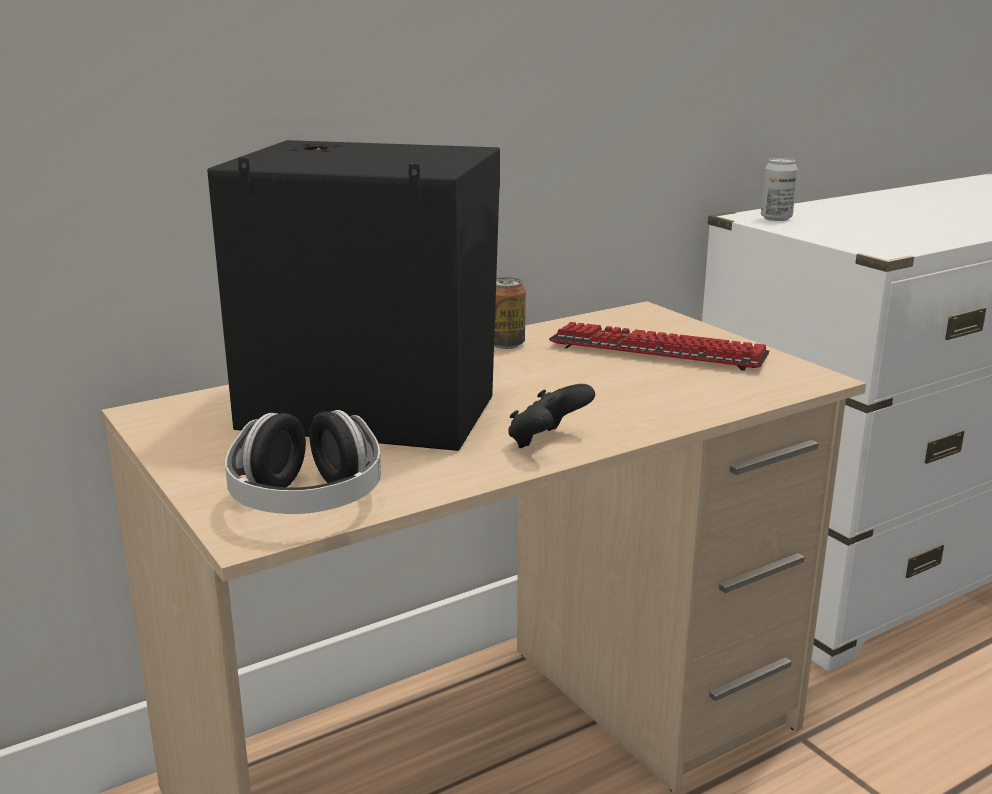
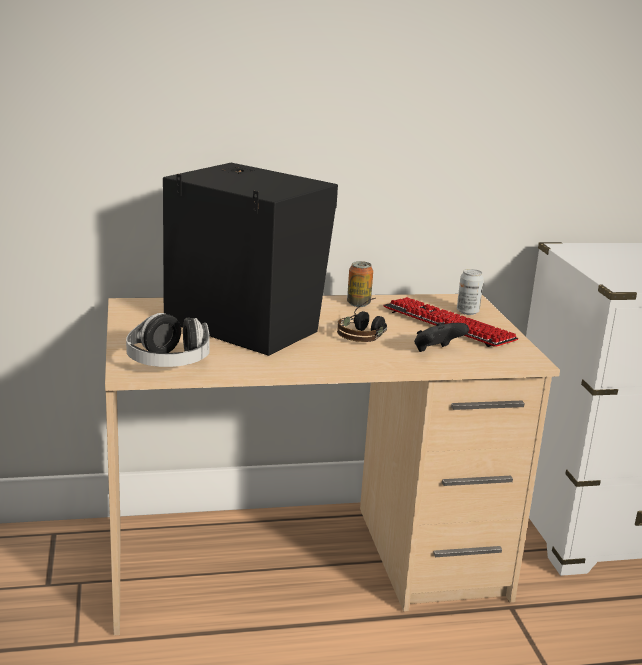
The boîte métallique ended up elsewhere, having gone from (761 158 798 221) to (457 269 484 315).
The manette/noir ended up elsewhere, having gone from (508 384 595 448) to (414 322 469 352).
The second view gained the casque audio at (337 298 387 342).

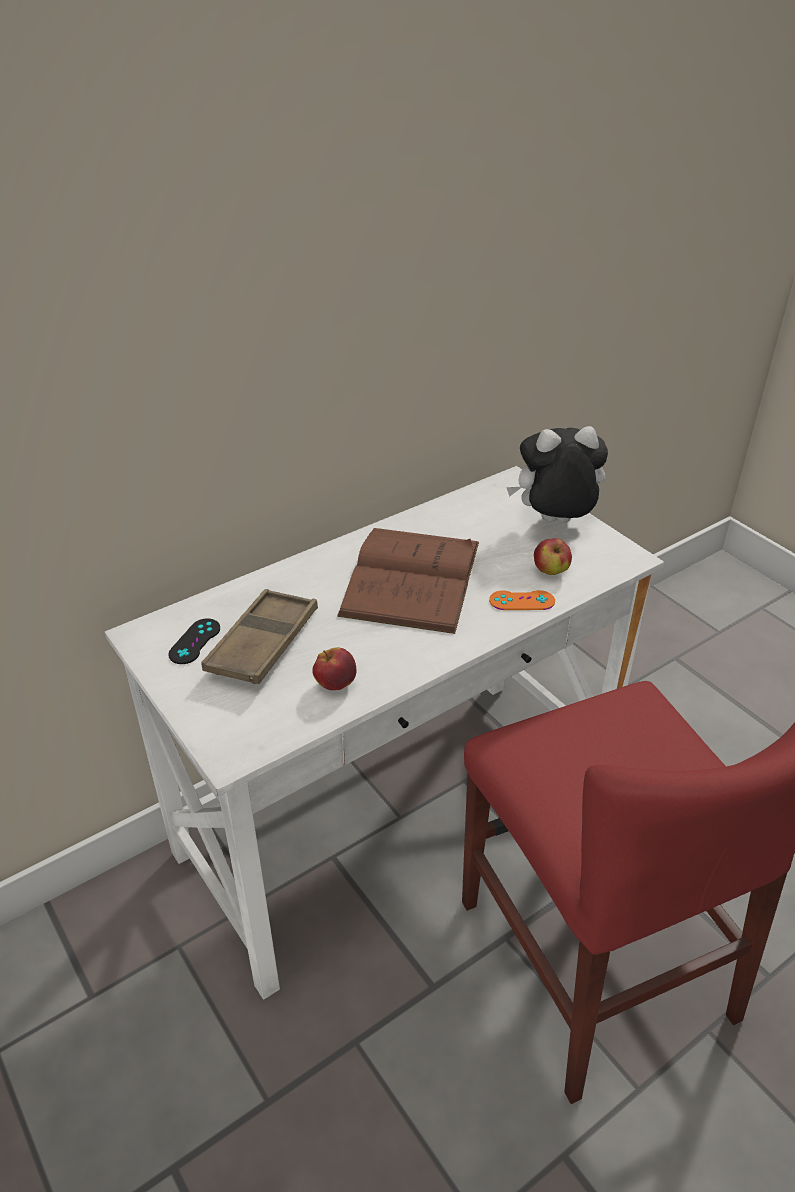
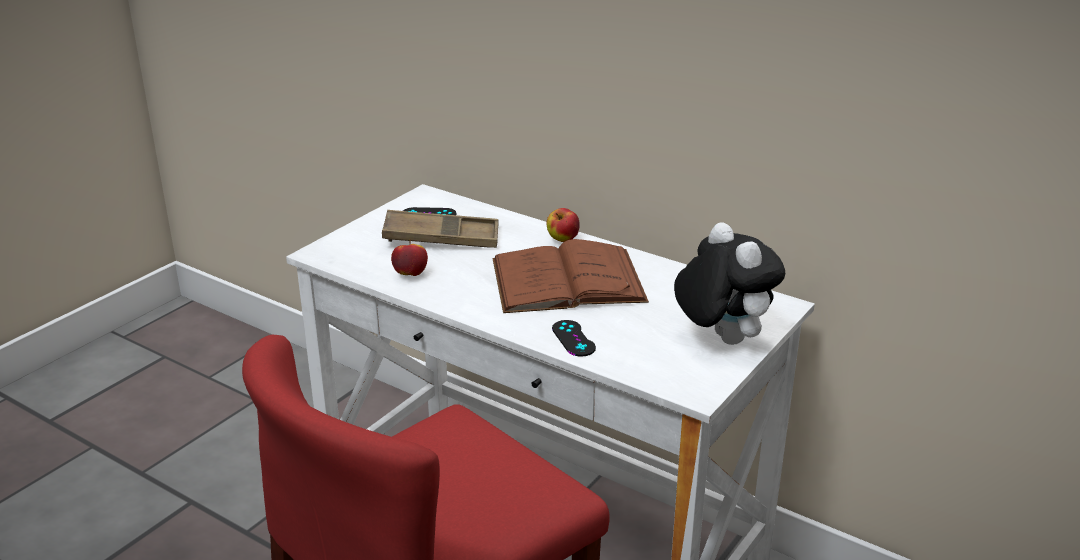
The pomme ended up elsewhere, having gone from (534 538 572 575) to (547 208 580 242).
What was the manette/orange at (489 590 555 610) turned into the manette/noir at (552 320 596 356).

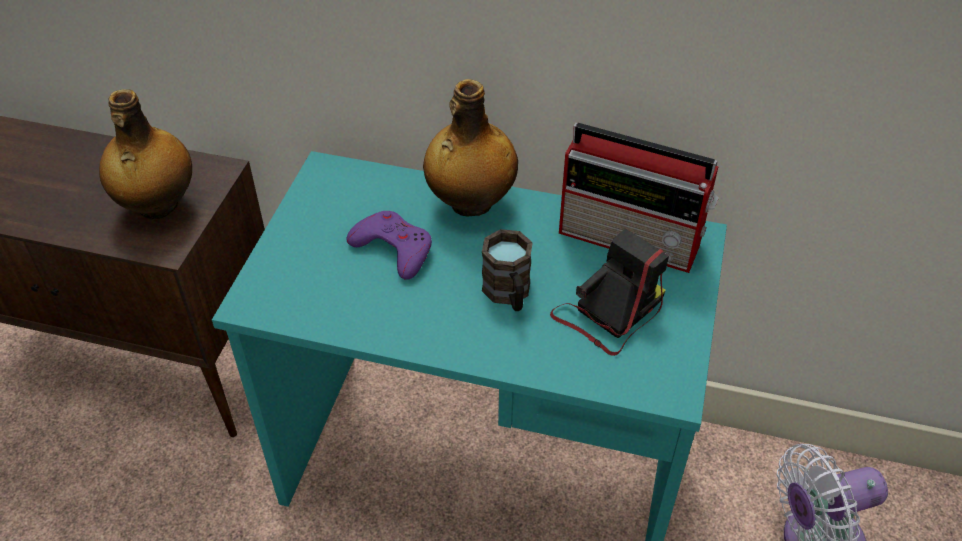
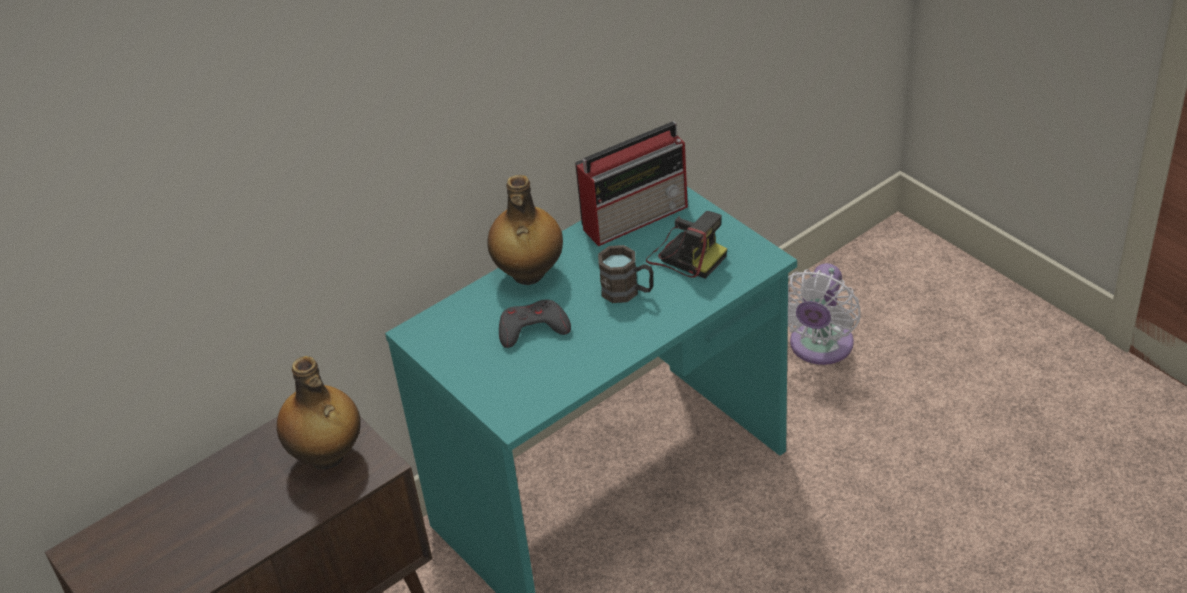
What was the manette/violet at (347 211 432 280) turned into the manette/gris at (499 300 571 348).
The appareil photo at (550 228 669 356) ended up facing another way, 135 degrees clockwise from before.

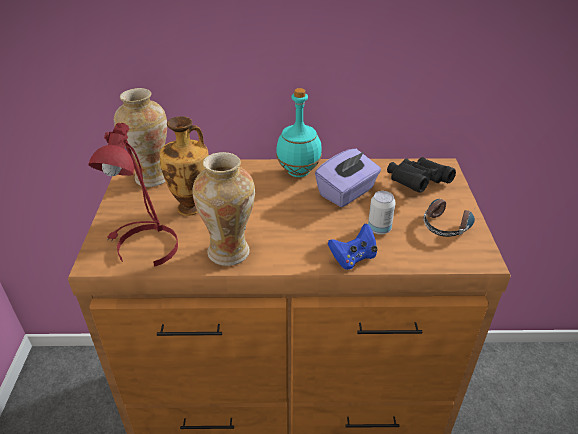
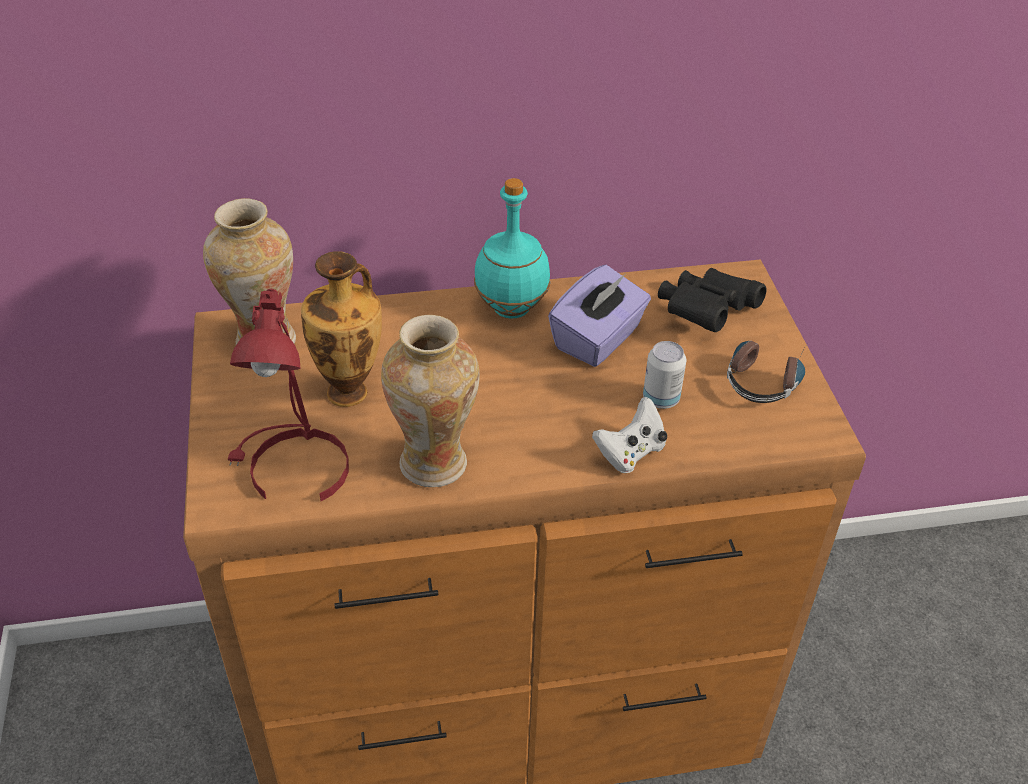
What was the manette/bleu at (328 223 377 270) turned into the manette/blanc at (592 397 667 473).

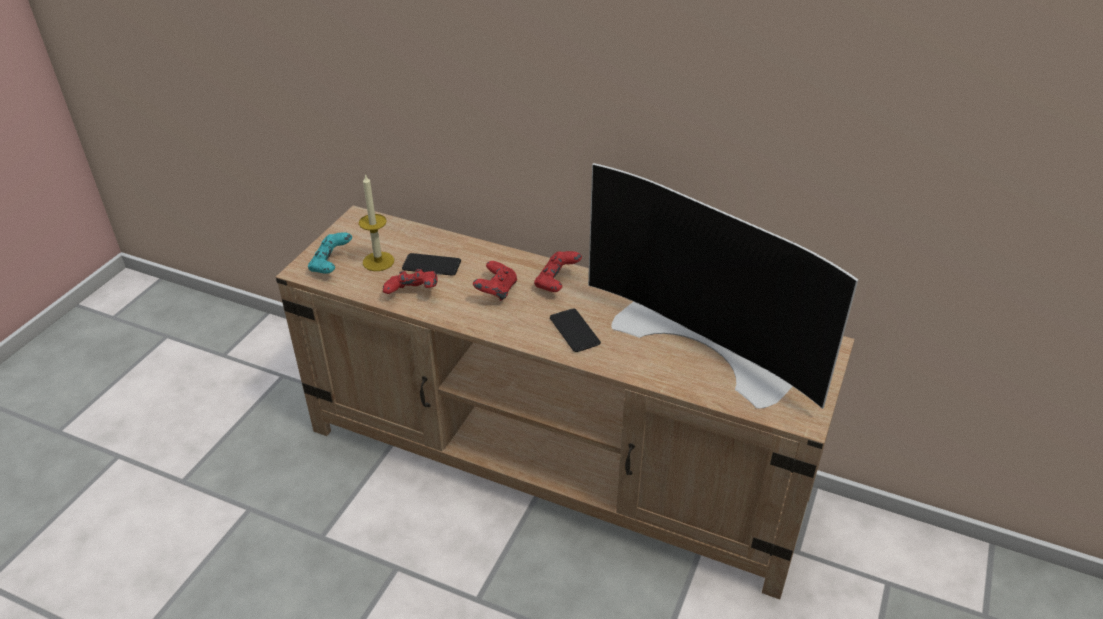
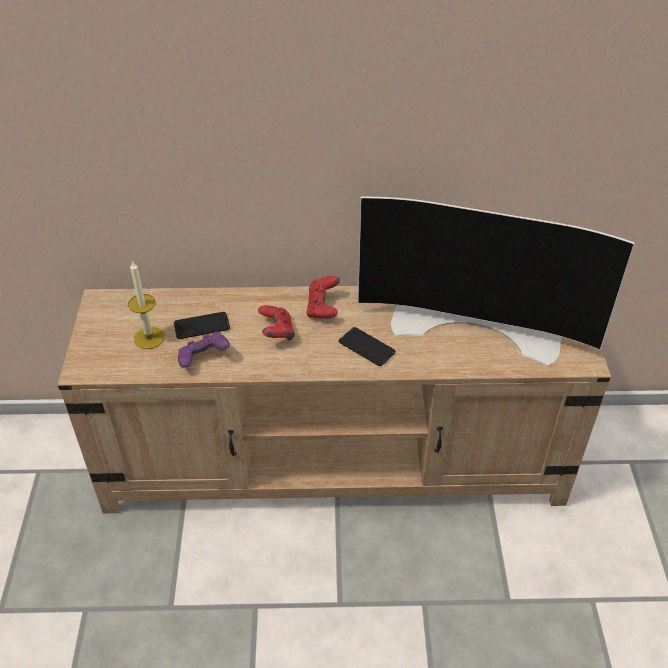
The second view lost the manette/turquoise at (308 232 352 274).
What was the manette/rouge at (383 269 438 294) turned into the manette/violet at (178 332 230 368).

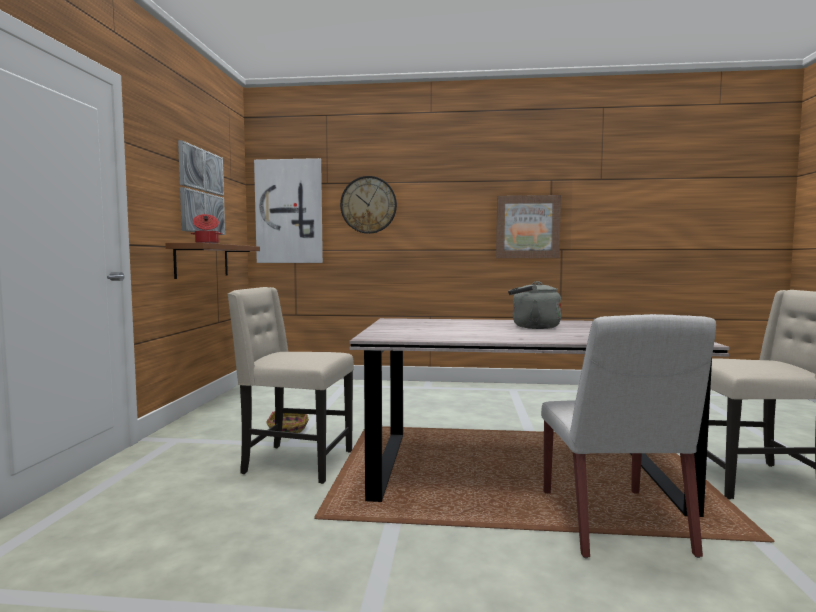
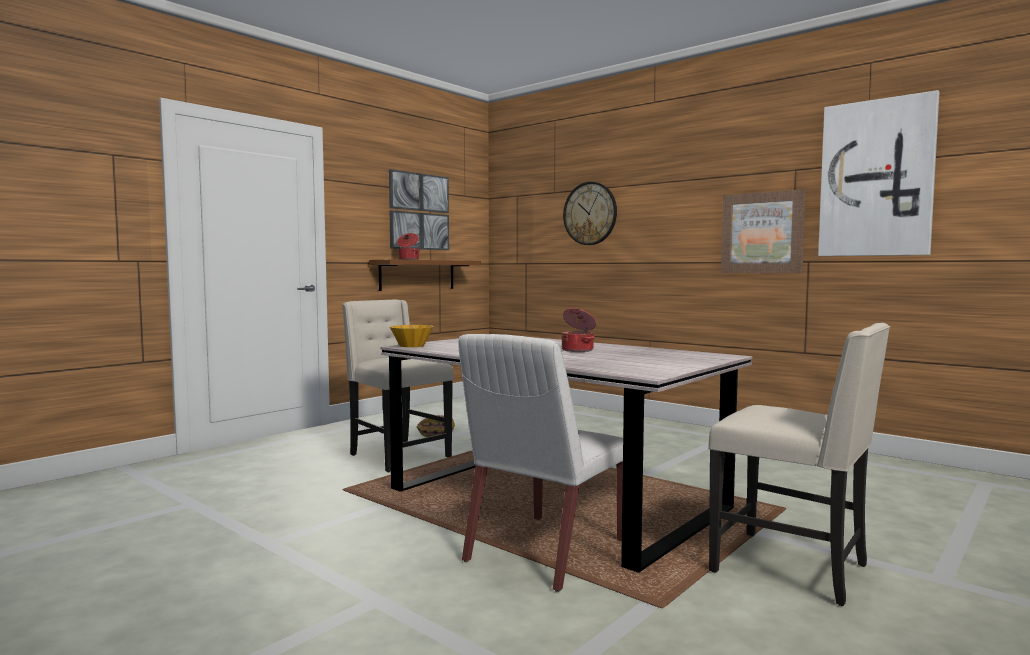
The tableau ended up elsewhere, having gone from (254 158 323 263) to (818 90 940 256).
Where the bouilloire/gris stood at (508 281 562 329), the marmite came to stand at (562 308 596 352).
The second view gained the bol at (390 325 434 347).

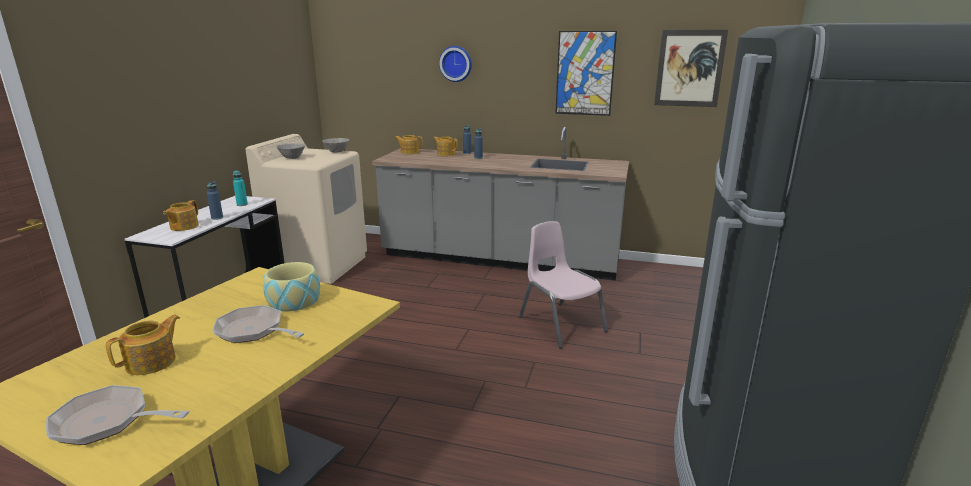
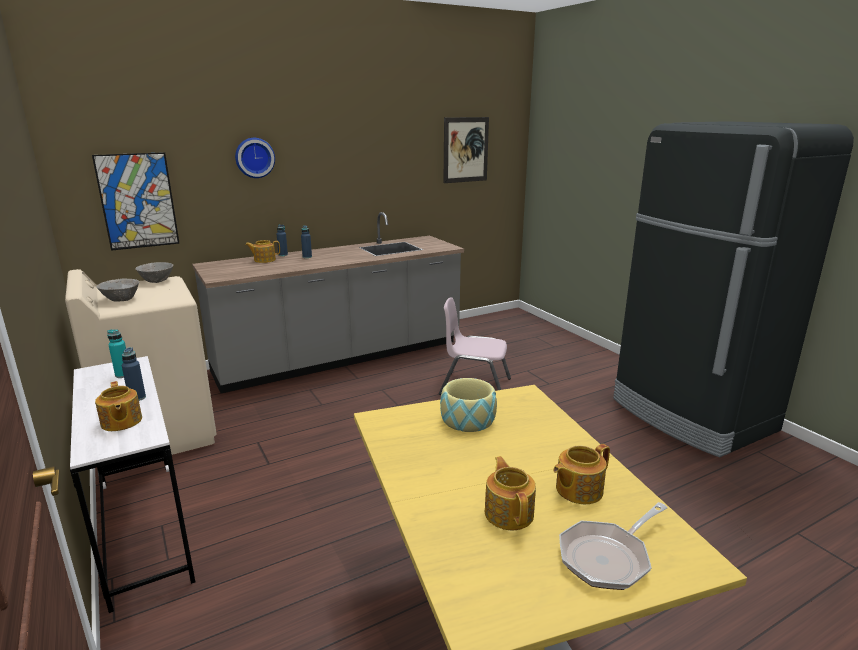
The tableau ended up elsewhere, having gone from (555 31 617 116) to (92 152 180 251).
The théière ended up elsewhere, having gone from (395 135 423 154) to (553 444 610 504).
The second view lost the poêle at (213 305 305 343).

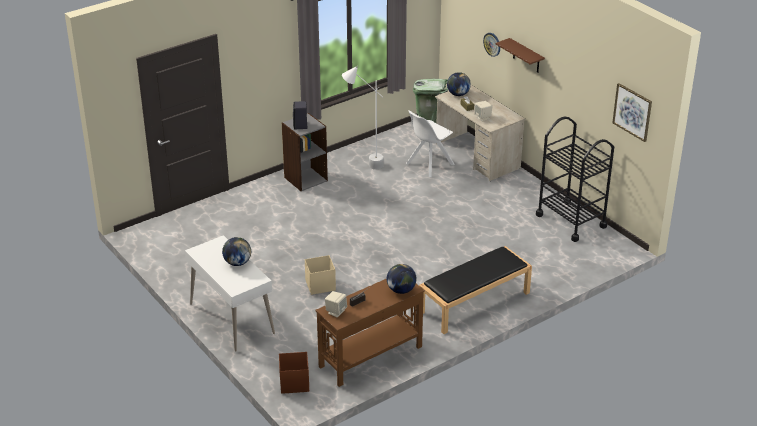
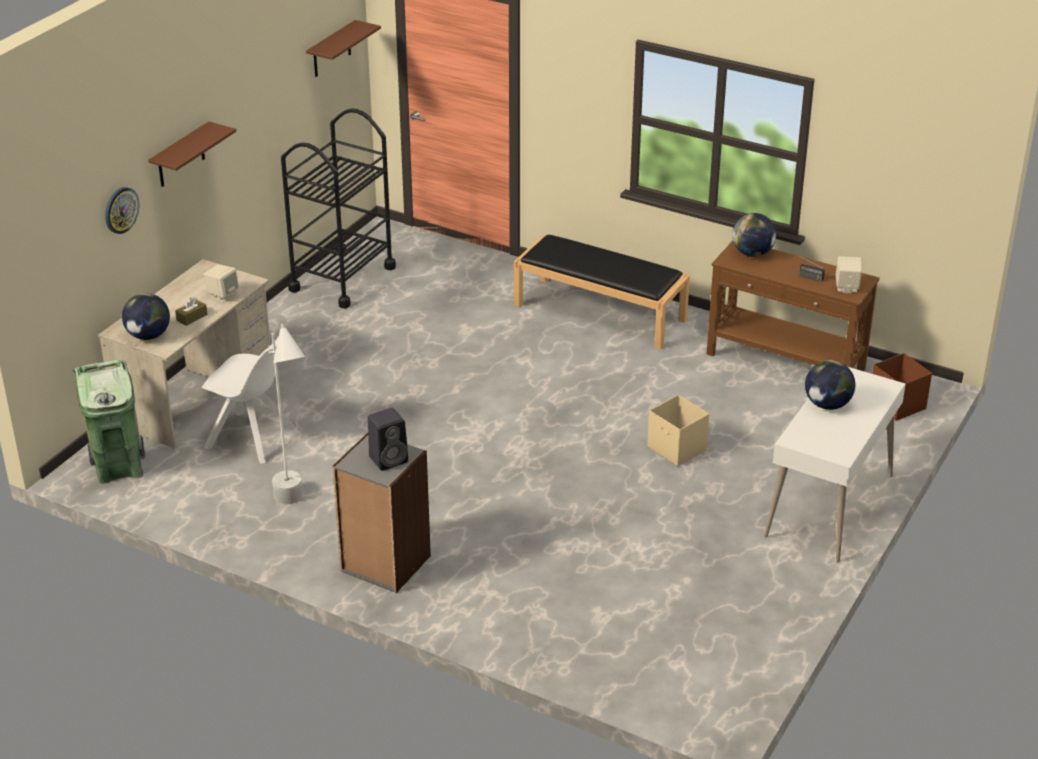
Where the tableau hung at (612 83 652 142), the étagère/marron came to hang at (306 20 381 77).

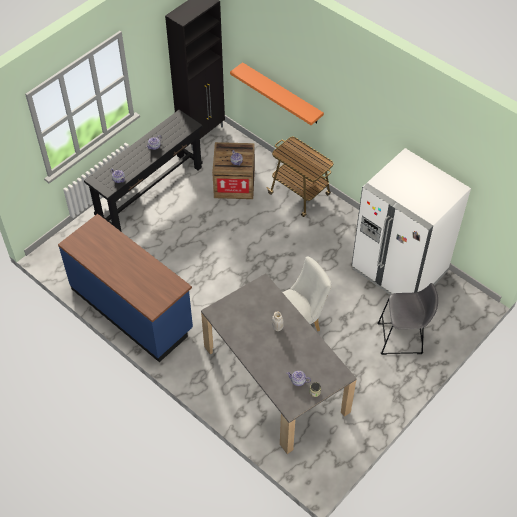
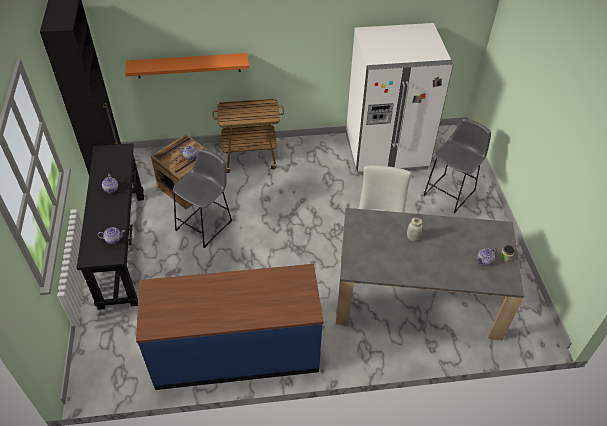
The second view gained the tabouret/gris at (173 149 232 248).

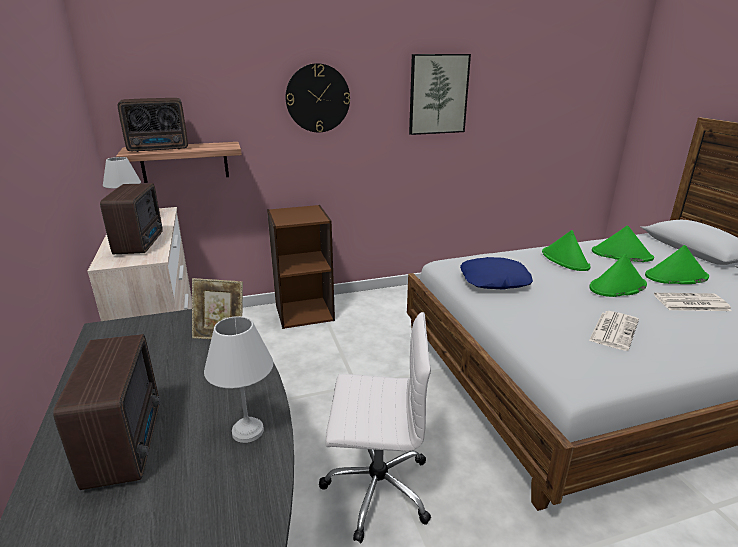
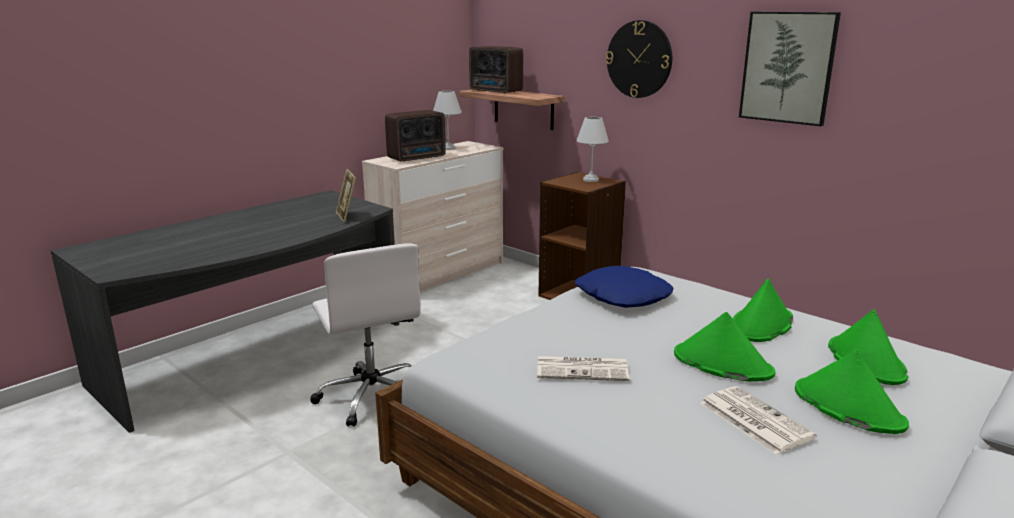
The lampe de table/blanc ended up elsewhere, having gone from (204 316 273 443) to (576 117 609 182).
The second view lost the radio at (53 334 161 490).

